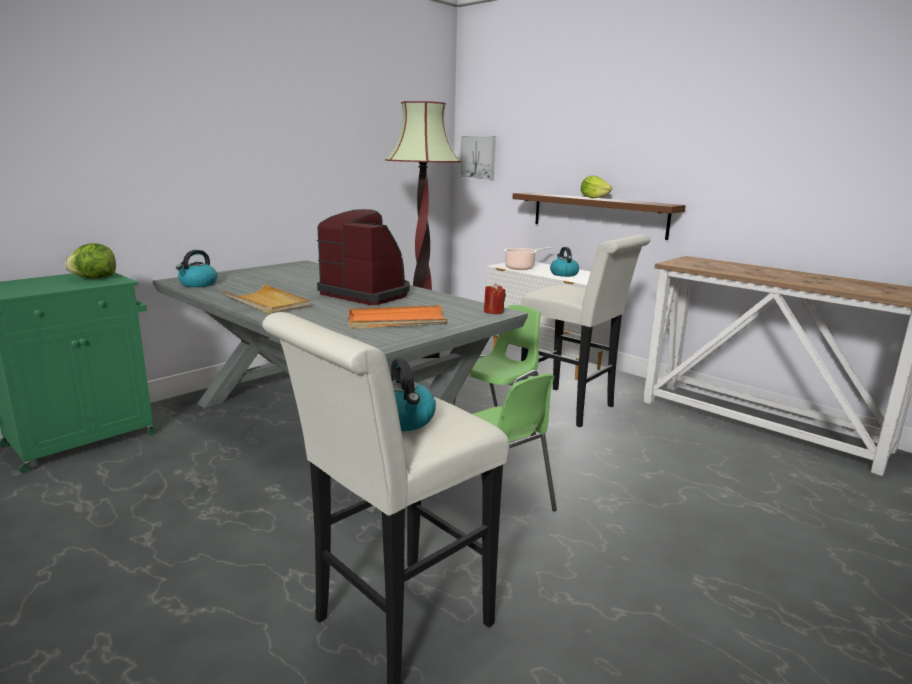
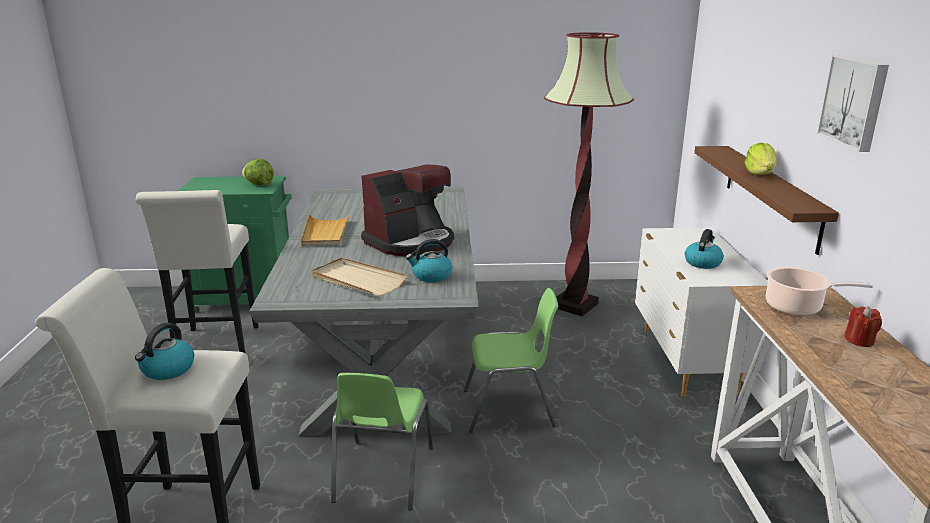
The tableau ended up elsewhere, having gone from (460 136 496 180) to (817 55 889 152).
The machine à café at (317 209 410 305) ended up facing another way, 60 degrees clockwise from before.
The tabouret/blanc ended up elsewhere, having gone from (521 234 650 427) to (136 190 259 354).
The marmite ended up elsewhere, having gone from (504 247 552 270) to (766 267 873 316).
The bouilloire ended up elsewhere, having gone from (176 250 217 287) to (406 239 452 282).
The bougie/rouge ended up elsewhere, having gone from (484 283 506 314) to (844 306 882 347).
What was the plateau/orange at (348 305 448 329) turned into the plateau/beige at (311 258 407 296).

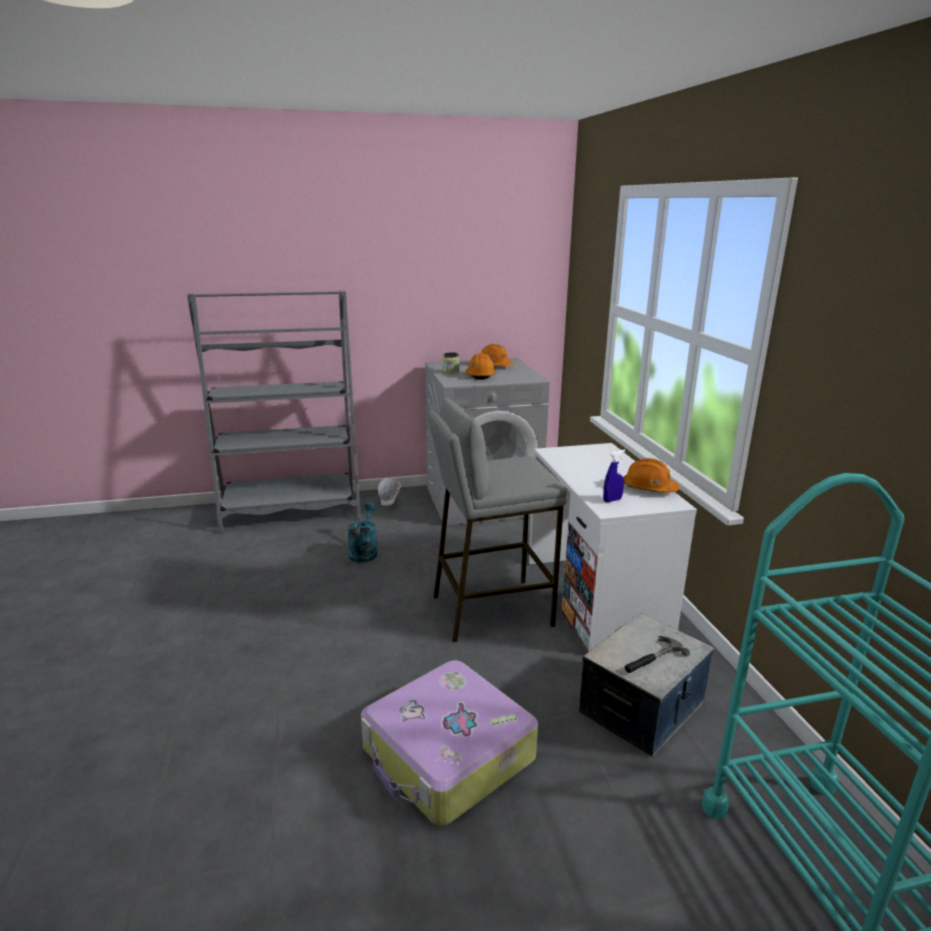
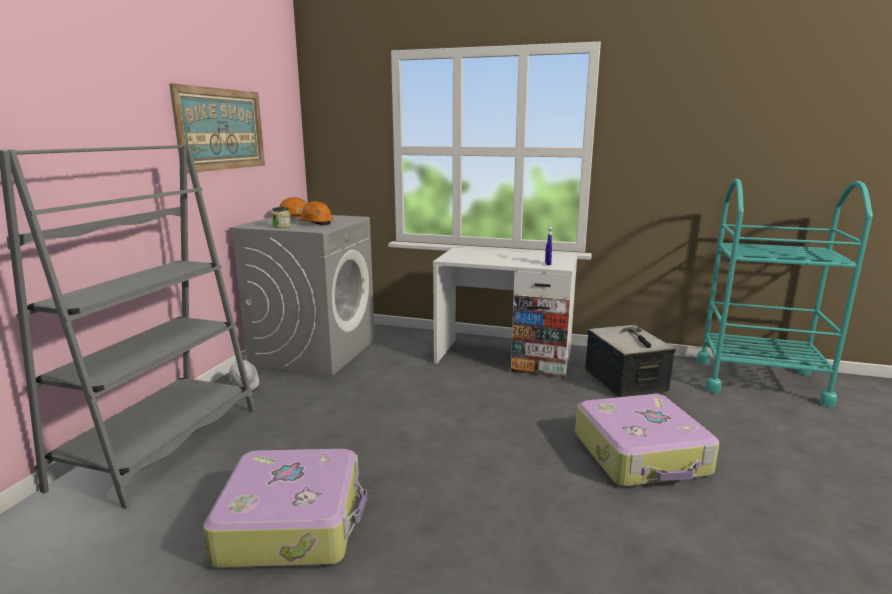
The second view lost the tabouret/gris at (428 398 567 643).
The second view lost the casque de chantier/orange at (624 458 680 493).
The second view lost the arrosoir/turquoise at (347 502 377 563).
The second view gained the tableau at (169 83 265 173).
The second view gained the valise at (203 449 367 568).

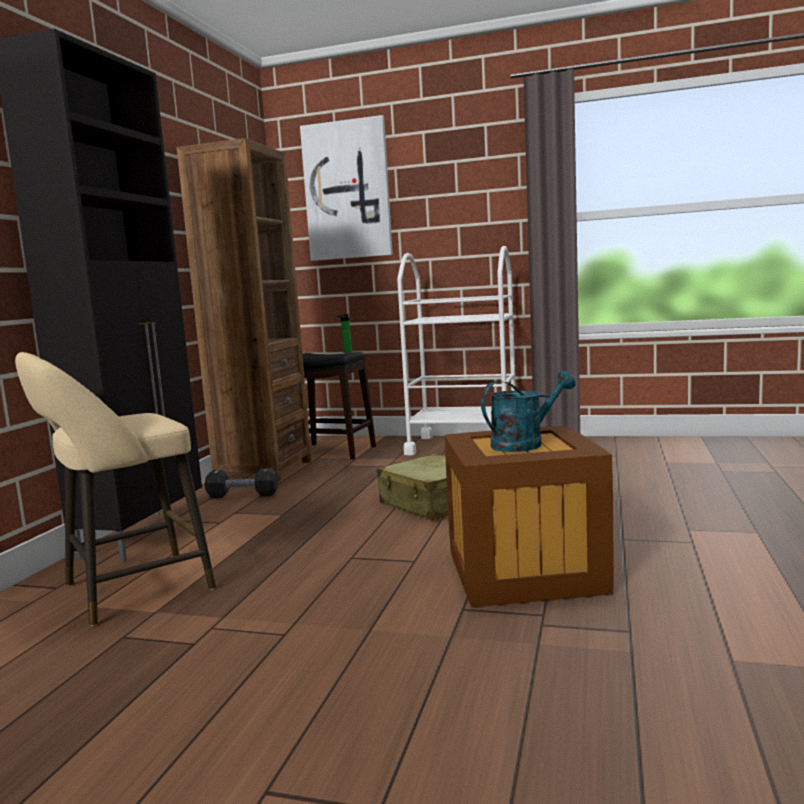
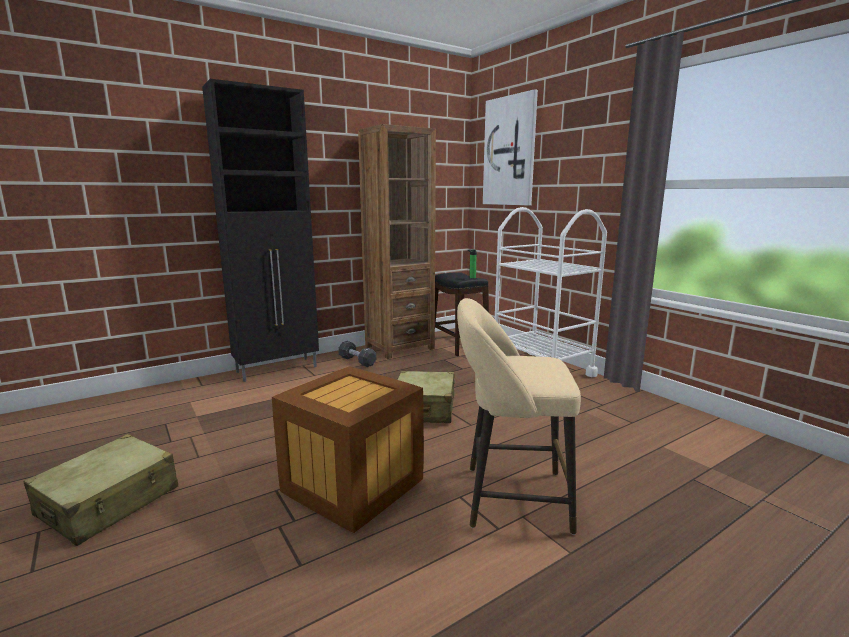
The tabouret/beige ended up elsewhere, having gone from (15 352 216 626) to (457 298 581 535).
The second view lost the arrosoir/turquoise at (481 371 576 452).
The second view gained the valise/beige at (24 434 178 546).

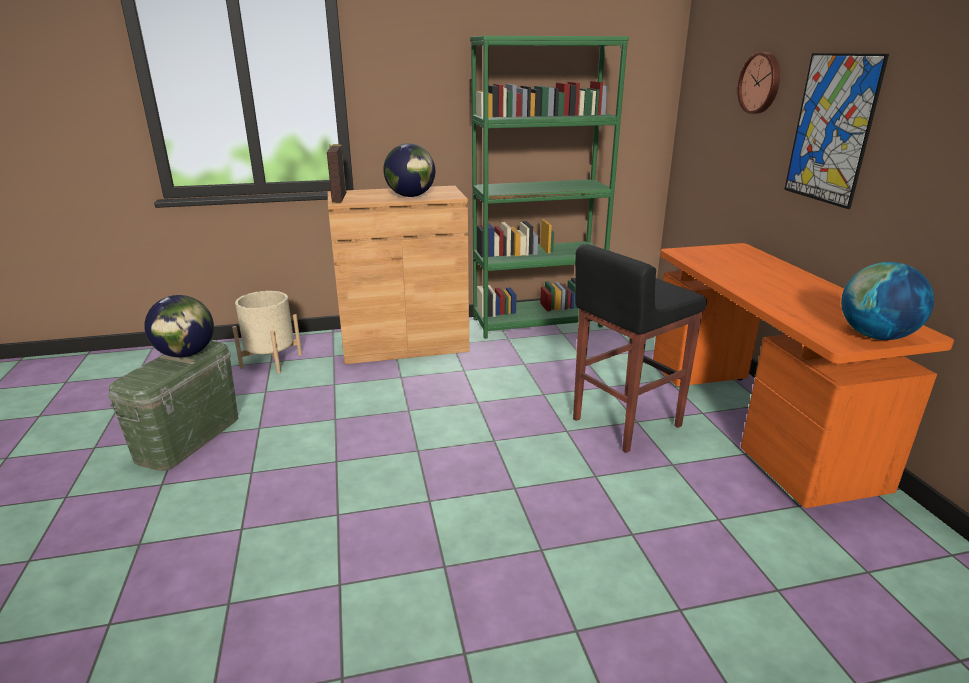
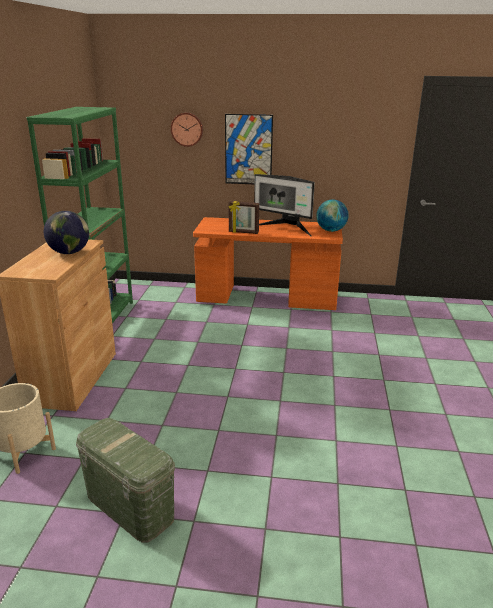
The cadre photo ended up elsewhere, having gone from (327 144 346 203) to (228 201 259 234).
The second view lost the tabouret/noir at (573 244 707 453).
The second view lost the globe at (144 295 214 357).
The second view gained the écran d'ordinateur at (254 174 315 236).

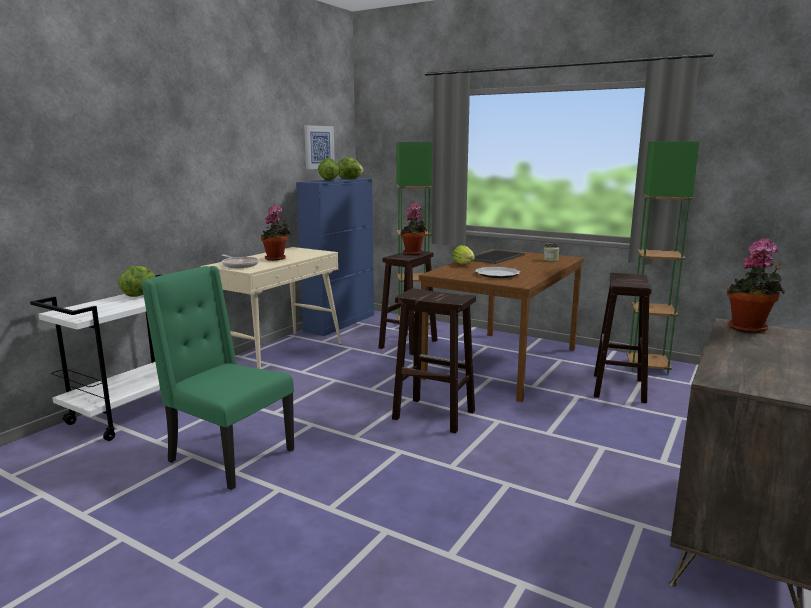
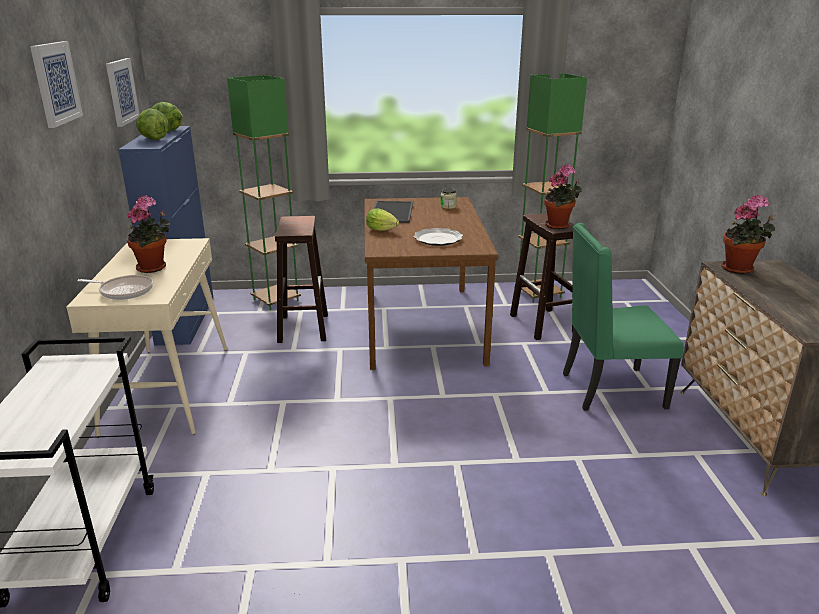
The plante en pot ended up elsewhere, having gone from (401 203 427 255) to (544 164 582 229).
The second view lost the laitue at (118 266 155 297).
The chaise/vert ended up elsewhere, having gone from (142 266 294 490) to (563 223 684 411).
The second view lost the tabouret/marron at (392 288 476 433).
The second view gained the tableau at (30 41 83 128).

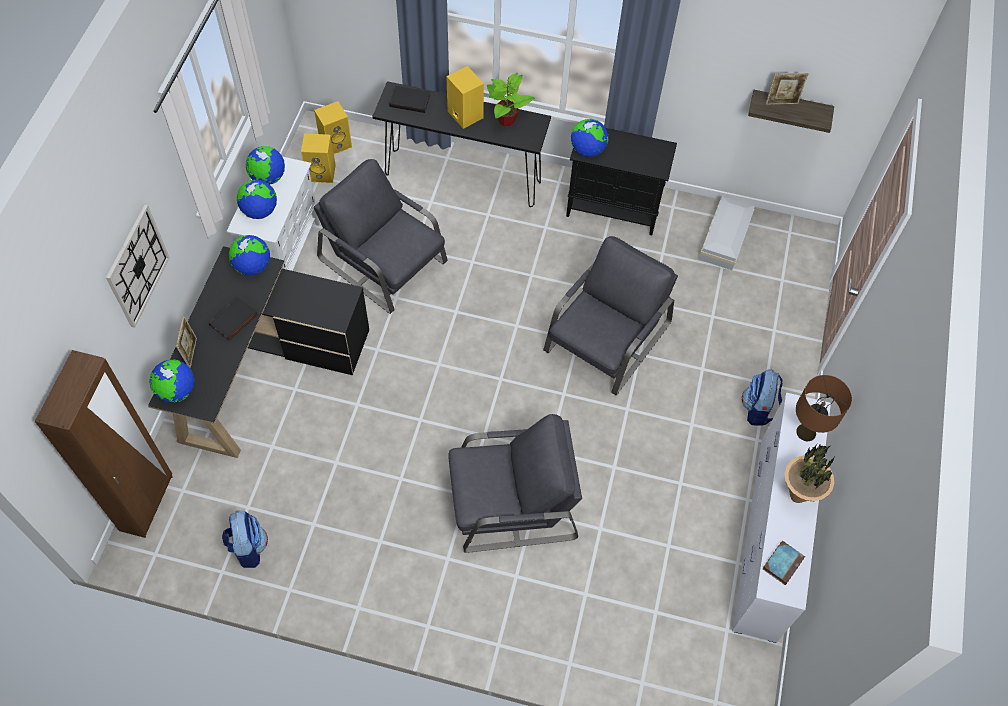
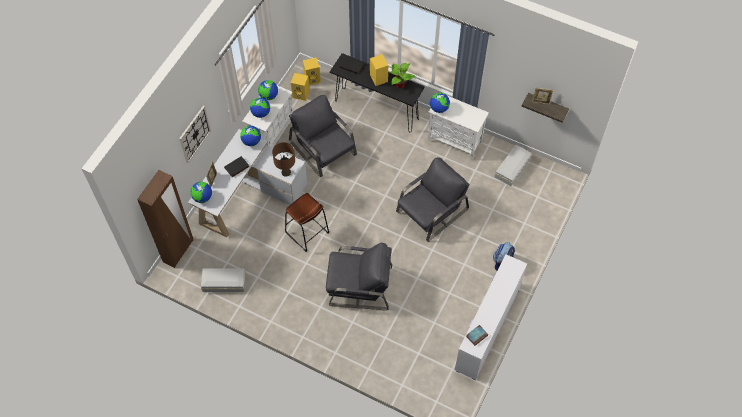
What was the meuble de rangement/noir at (566 128 677 235) turned into the meuble de rangement/blanc at (428 96 489 159).
What was the bureau/noir at (148 246 369 458) turned into the bureau/blanc at (188 129 307 237).
The lampe de table/marron ended up elsewhere, having gone from (796 375 852 441) to (272 142 295 177).
The second view lost the plante en pot at (785 443 836 503).
Where the sac à dos stood at (222 510 268 568), the boîte de rangement/blanc came to stand at (201 268 245 292).
The second view gained the tabouret/marron at (285 193 329 252).

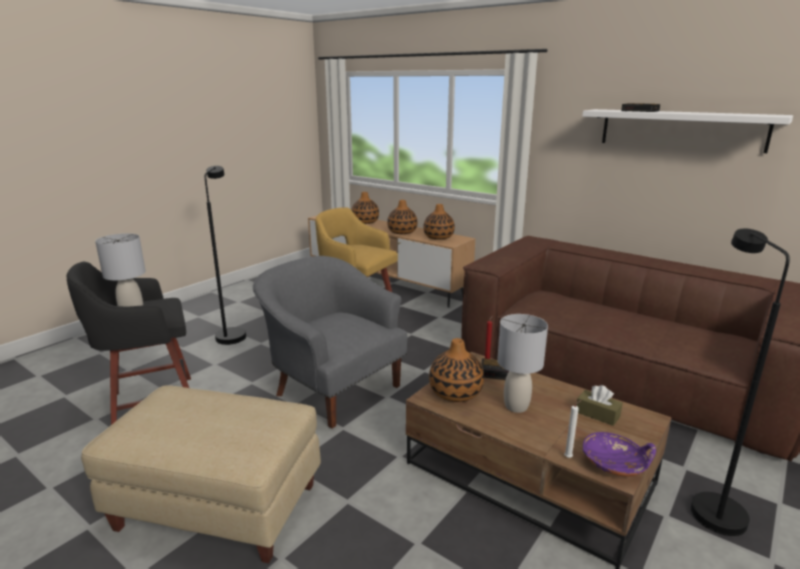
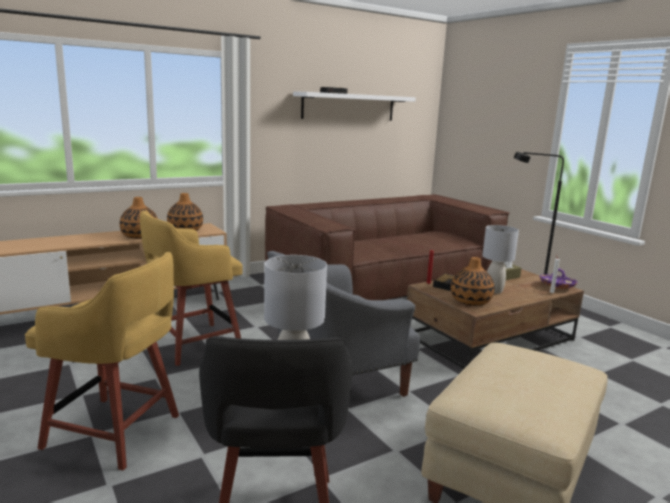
Where the lampadaire/noir stood at (205 166 246 345), the tabouret/jaune came to stand at (25 252 179 471).
The second view lost the vase at (351 192 379 224).

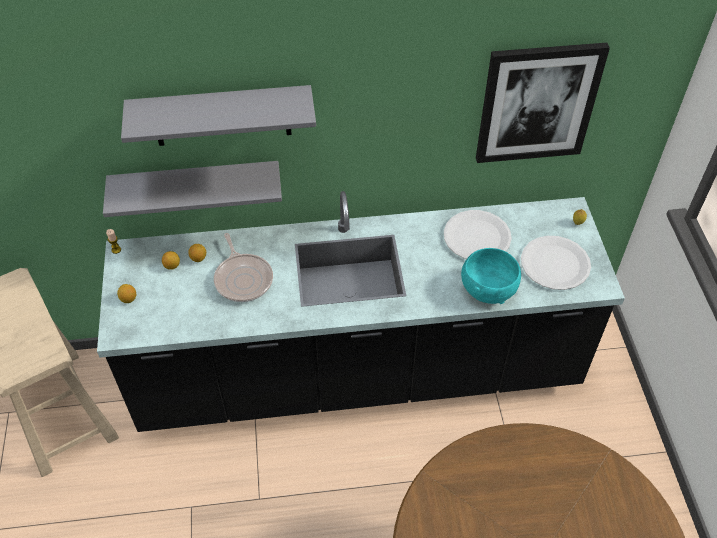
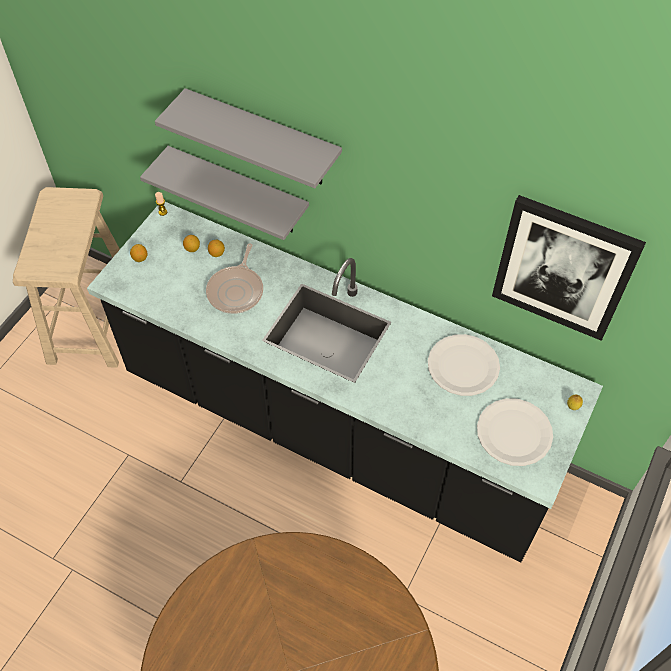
The second view lost the bol/turquoise at (461 248 521 304).

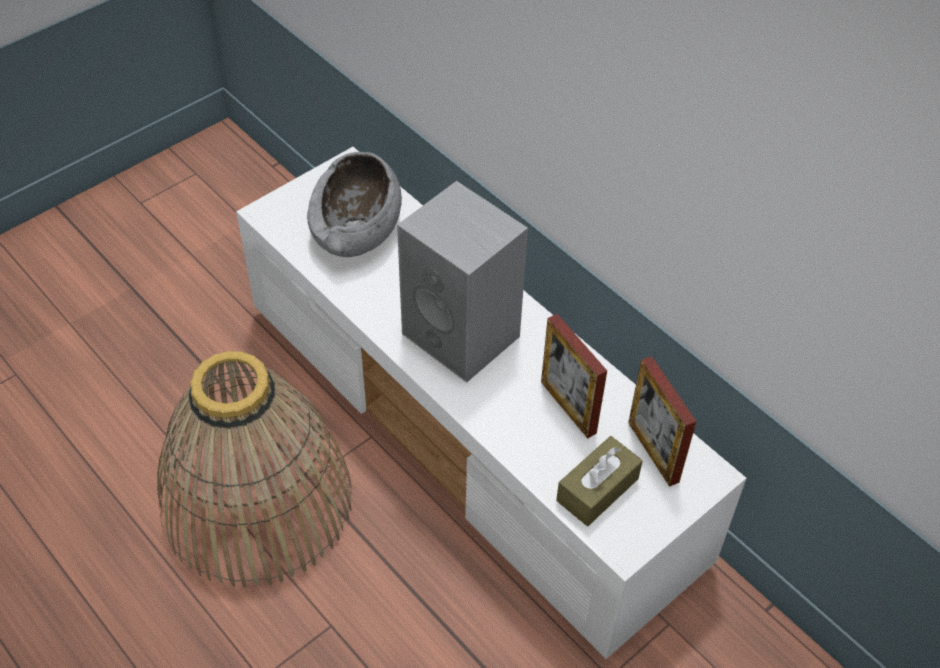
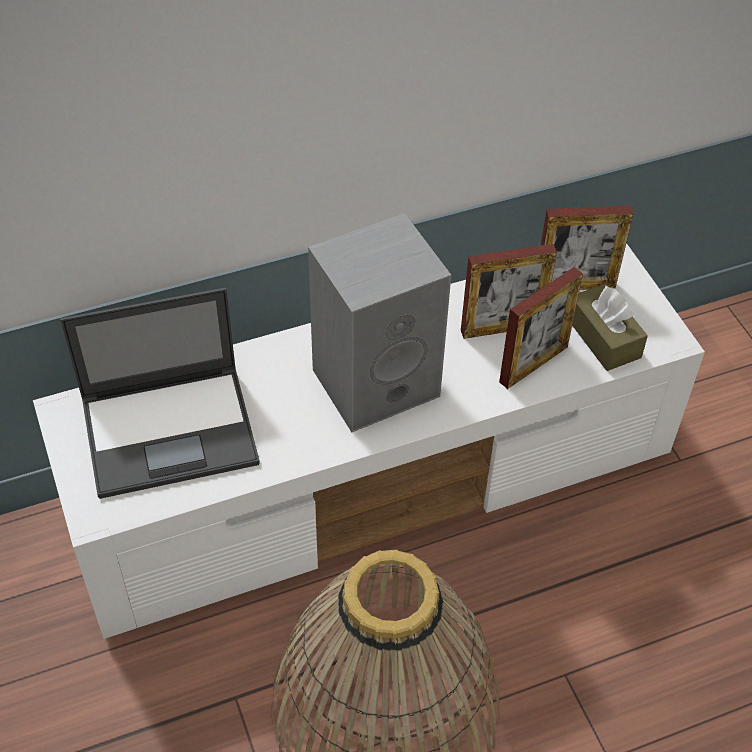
Where the bol/gris stood at (307 152 402 257), the ordinateur portable came to stand at (60 288 260 499).
The second view gained the cadre photo at (499 267 583 389).

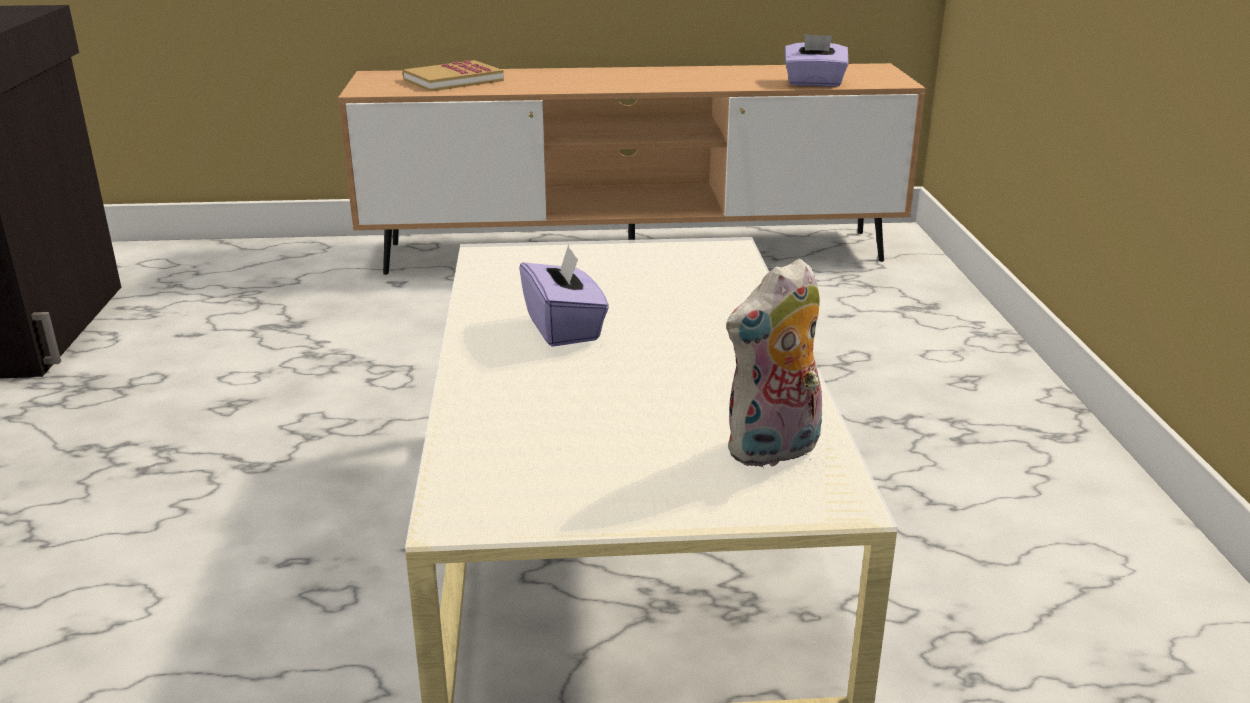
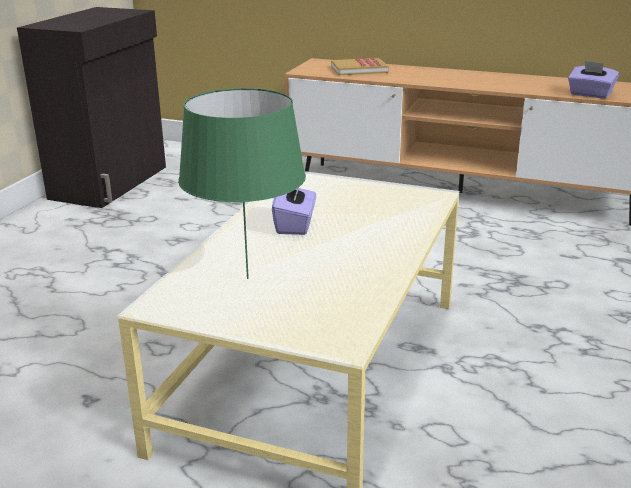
The second view lost the peluche at (726 258 822 468).
The second view gained the lampe de table/vert at (178 88 306 279).

